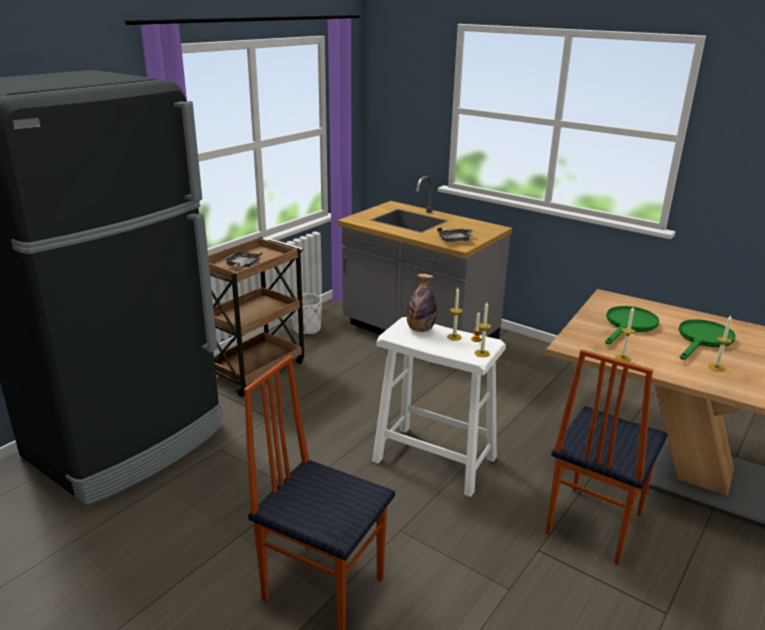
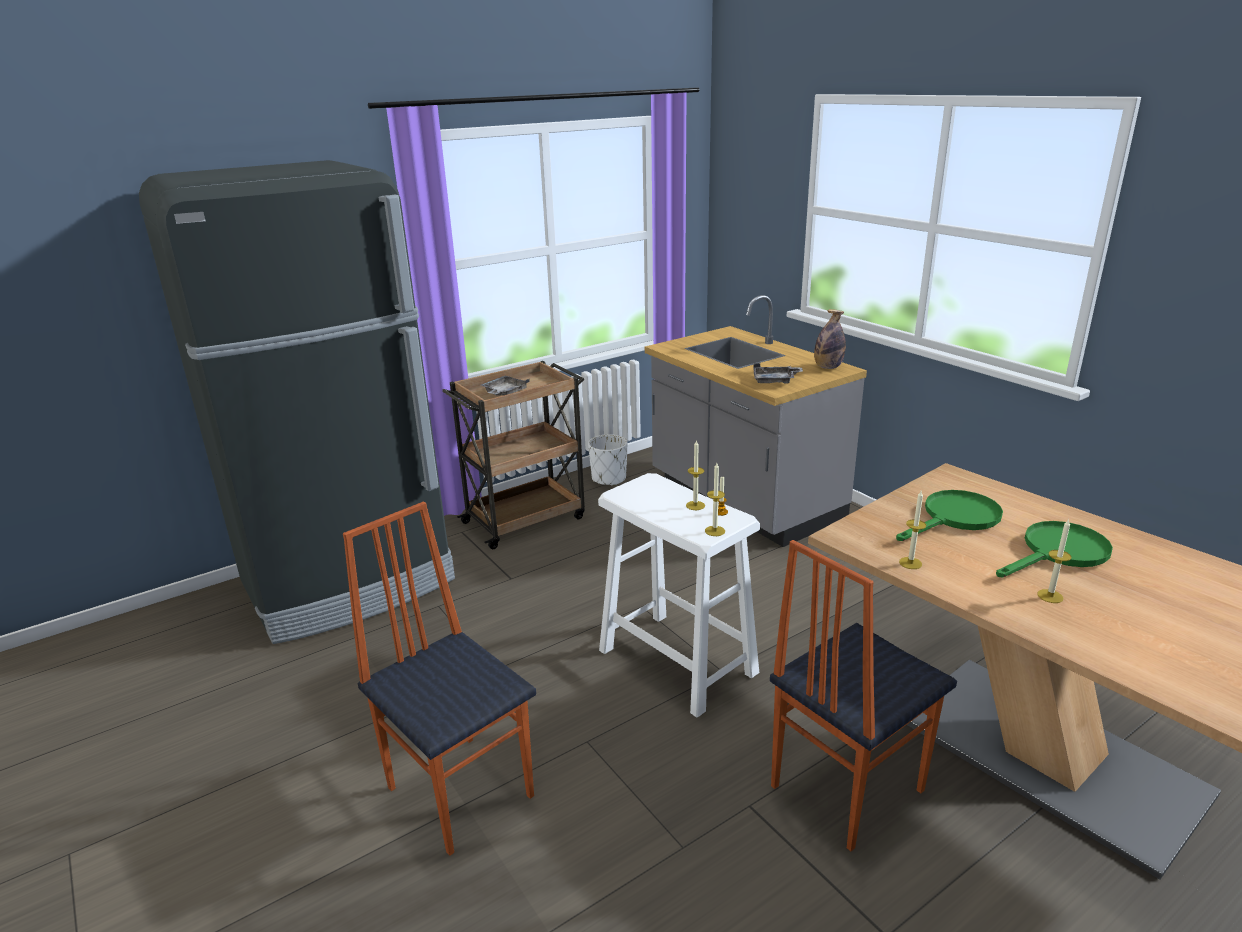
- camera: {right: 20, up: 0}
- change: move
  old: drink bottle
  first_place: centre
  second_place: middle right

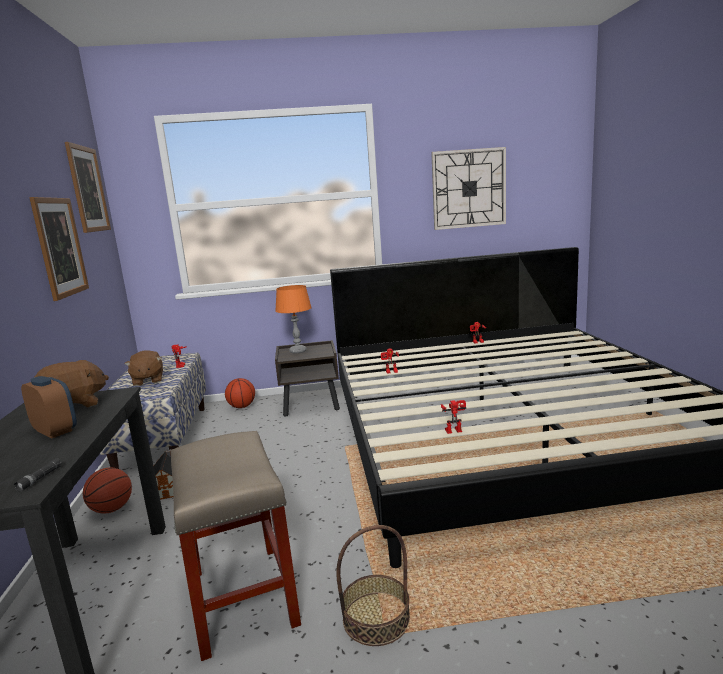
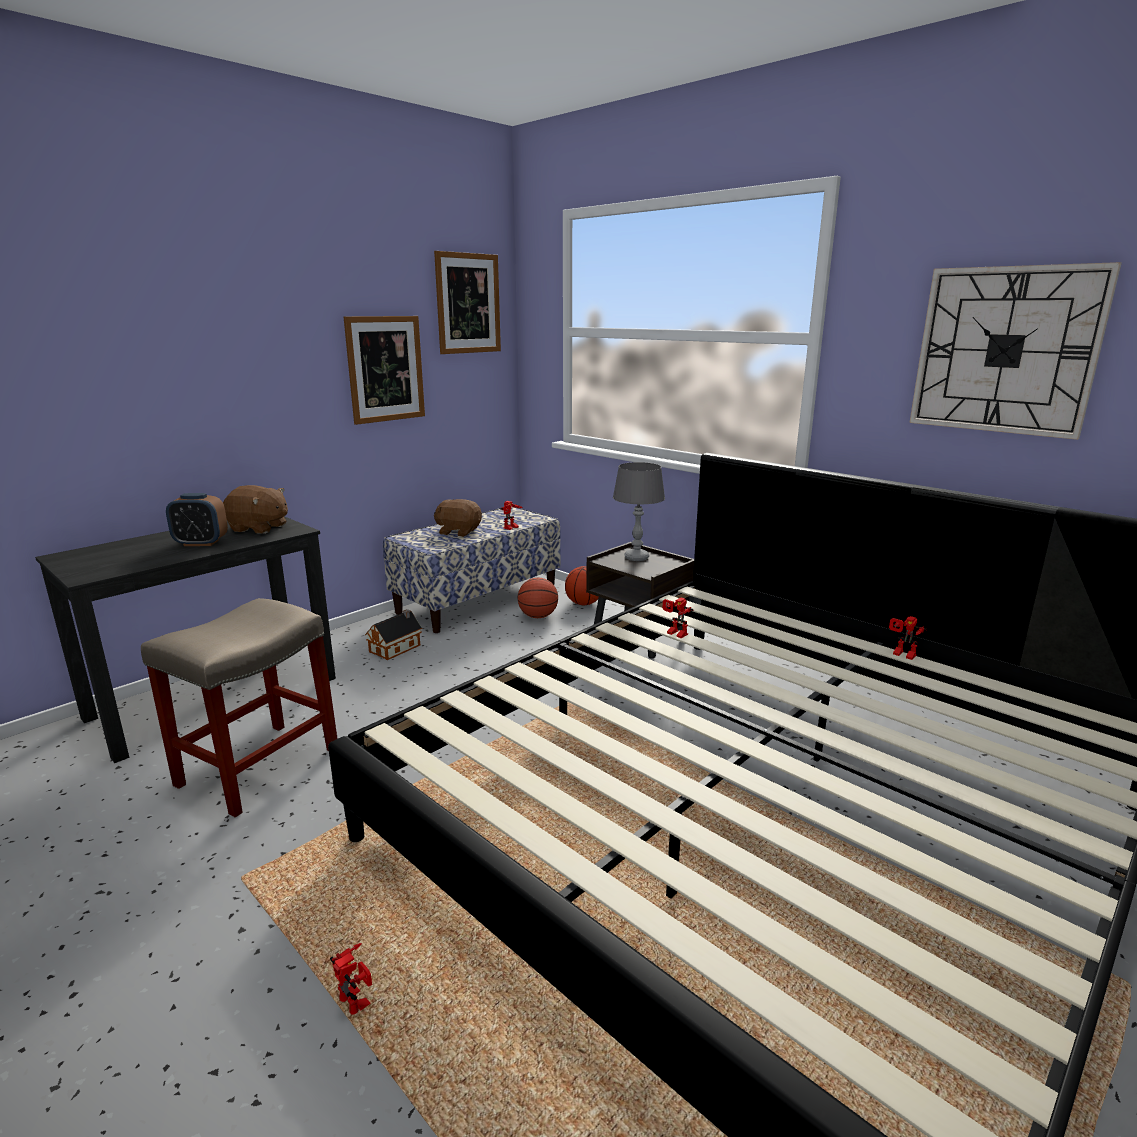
- camera: {right: 50, up: 5}
- change: recolor
  old: orange lamp for a table
  new: greyish lamp for a table
  first_place: centre
  second_place: centre
- change: rotate
  old: brownish plush toy (2nd from left)
  first_place: middle left
  second_place: centre
  degrees: 75
- change: rotate
  old: bedside clock
  first_place: middle left
  second_place: middle left
  degrees: 90
- change: move
  old: robot figure (3rd from left in the first image)
  new: robot figure (1st from left)
  first_place: centre
  second_place: bottom left
- change: delete
  old: black-coloured flashlight
  first_place: bottom left
- change: move
  old: basketball ball (1st from left)
  first_place: bottom left
  second_place: centre
- change: delete
  old: basket
  first_place: bottom centre

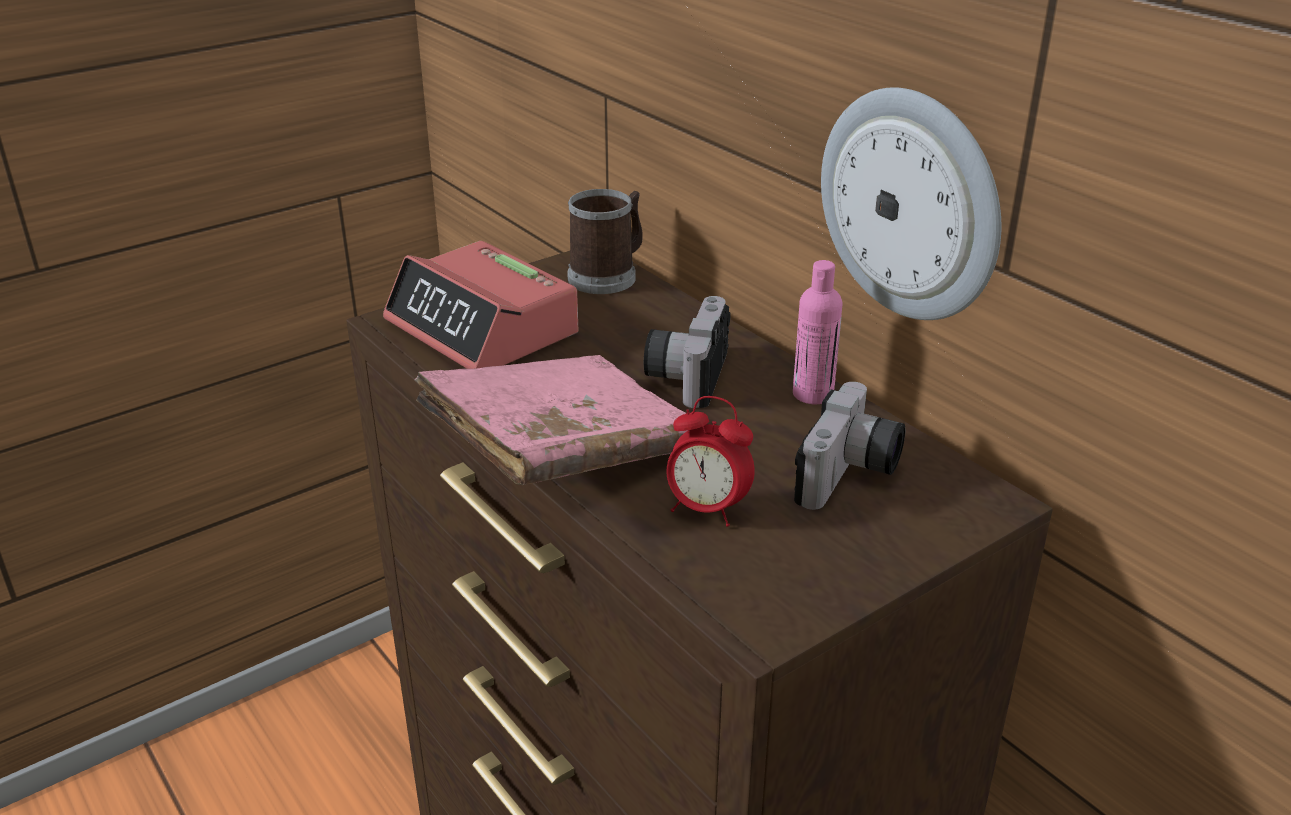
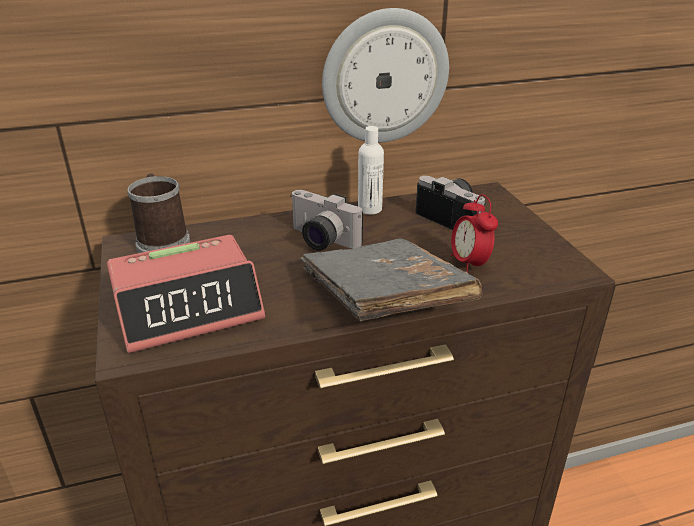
- camera: {right: -70, up: 0}
- change: recolor
  old: pink drink bottle
  new: whitish drink bottle
  first_place: centre
  second_place: top centre
- change: recolor
  old: pink bound book
  new: greyish bound book
  first_place: centre
  second_place: centre
- change: rotate
  old: bedside clock (2nd from left)
  first_place: centre
  second_place: middle right
  degrees: 120

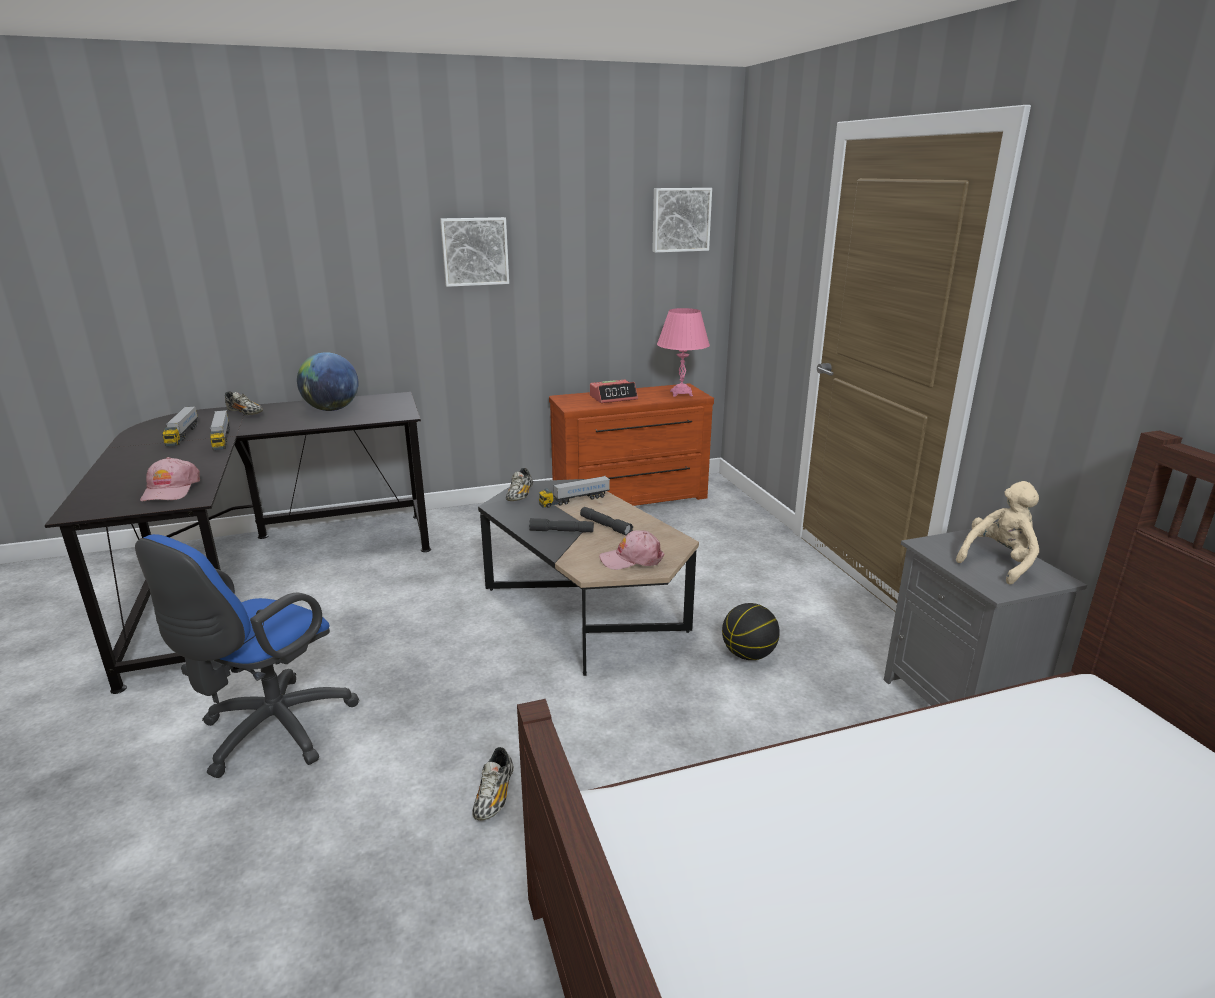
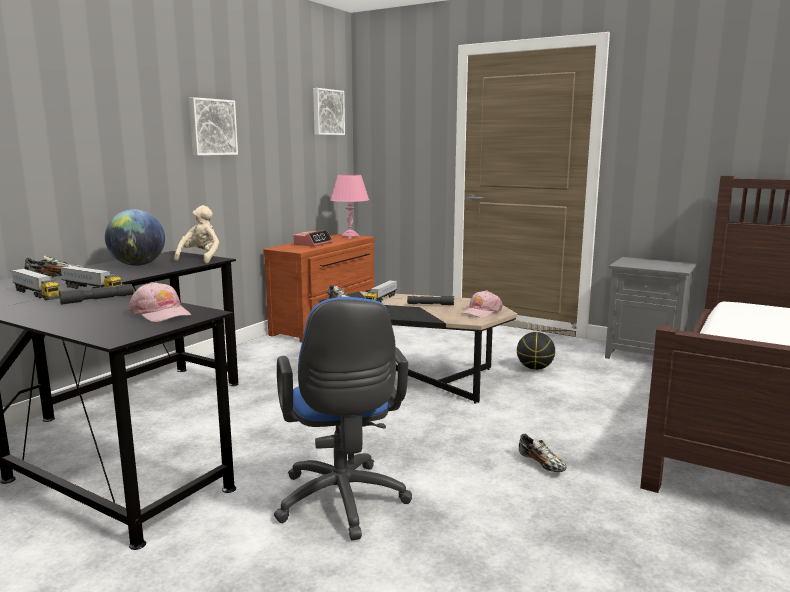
- camera: {right: -40, up: -10}
- change: move
  old: beige-coloured plush toy
  first_place: middle right
  second_place: middle left
- change: move
  old: greyish flashlight (1st from left)
  first_place: centre
  second_place: middle left

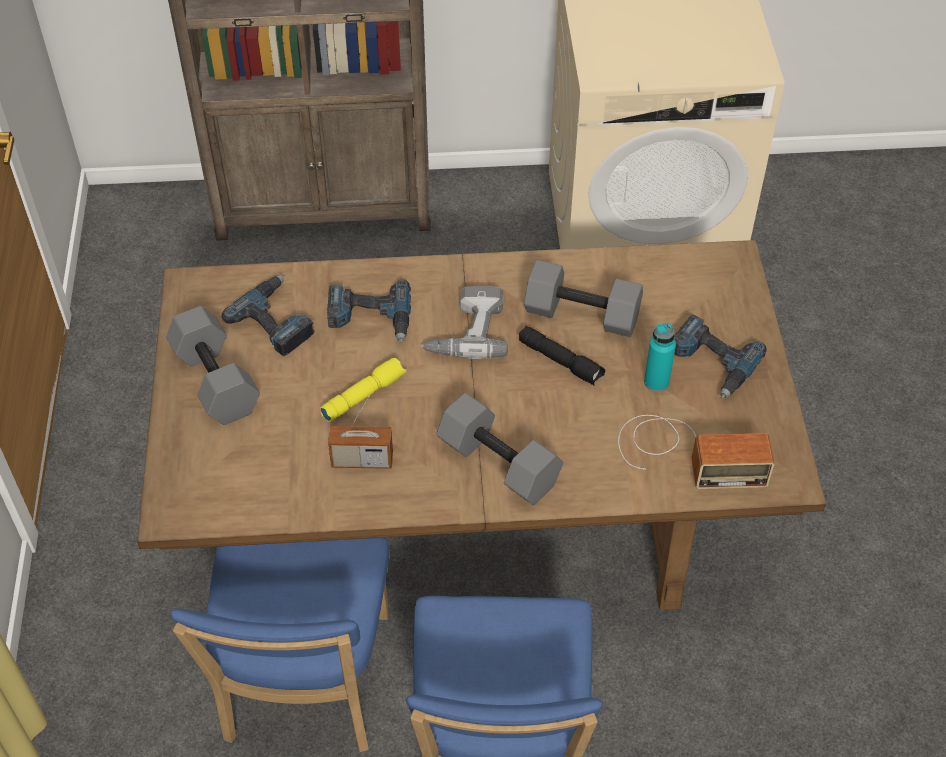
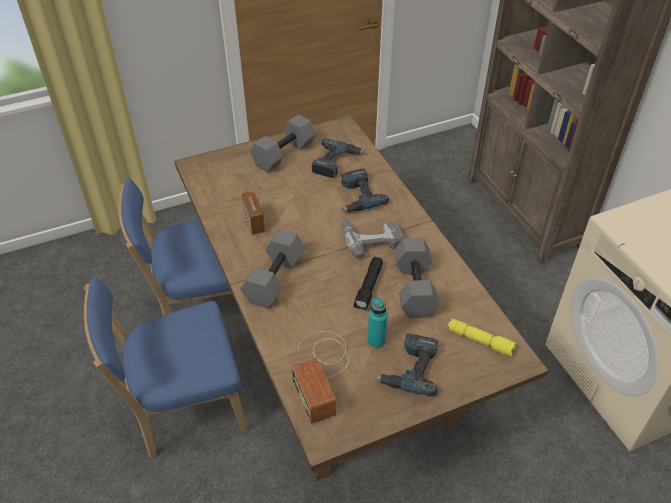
- camera: {right: 70, up: -5}
- change: move
  old: yellowish flashlight
  first_place: centre
  second_place: bottom right

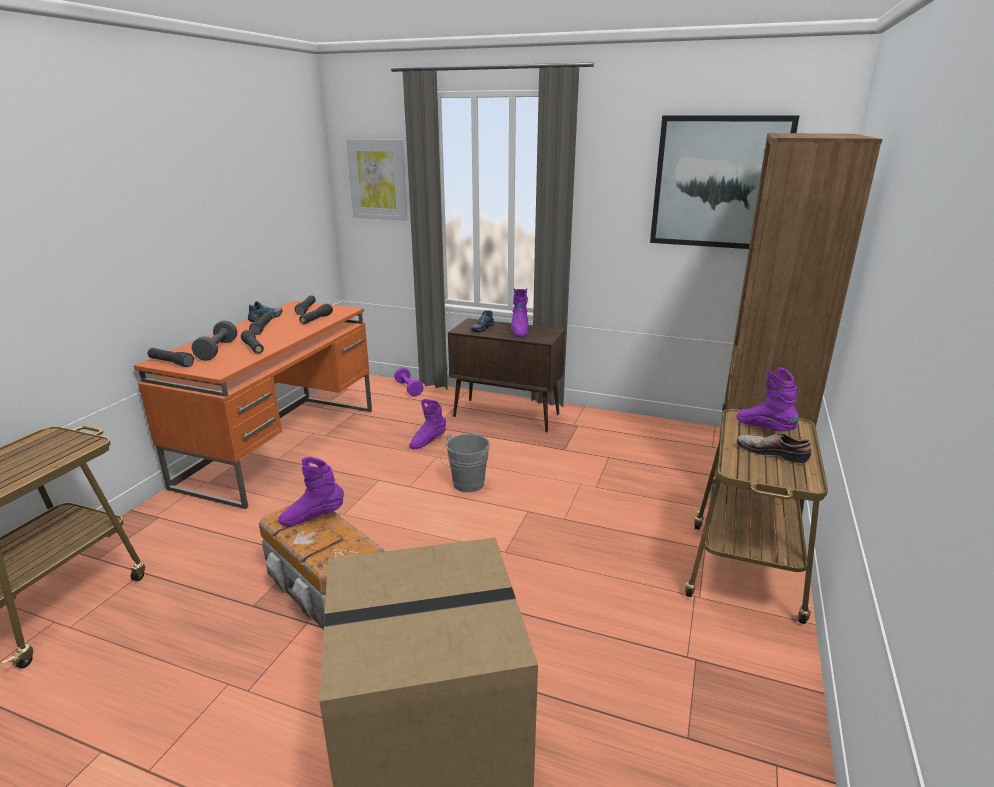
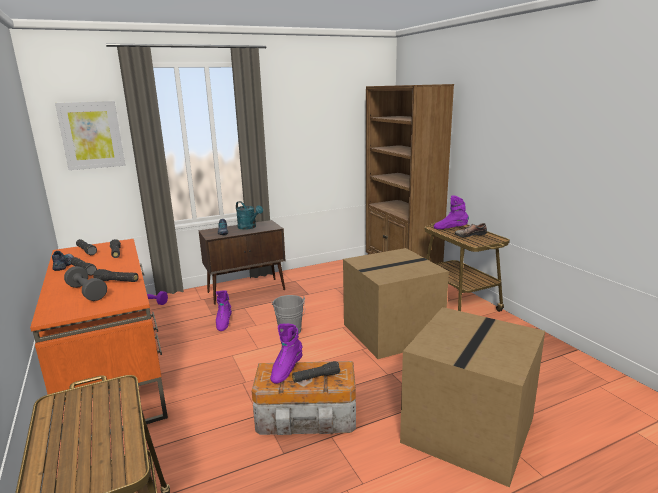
- camera: {right: -45, up: -5}
- change: delete
  old: wall art (2nd from left)
  first_place: top right
- change: replace
  old: purplish tall boot (3rd from left)
  new: blue-green watering pot
  first_place: centre
  second_place: centre
- change: move
  old: black-coloured flashlight (1st from left in the first image)
  new: black-coloured flashlight (5th from left)
  first_place: middle left
  second_place: bottom centre
- change: insert
  new: carton (1st from left)
  second_place: centre

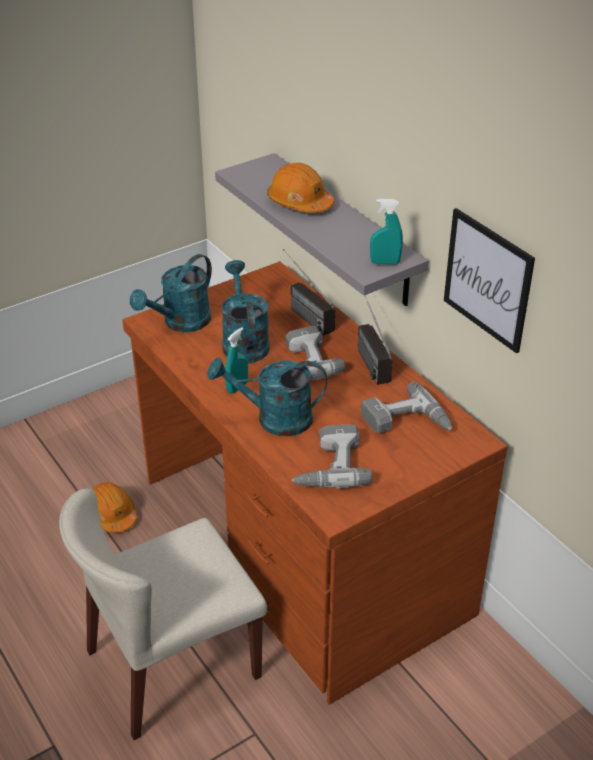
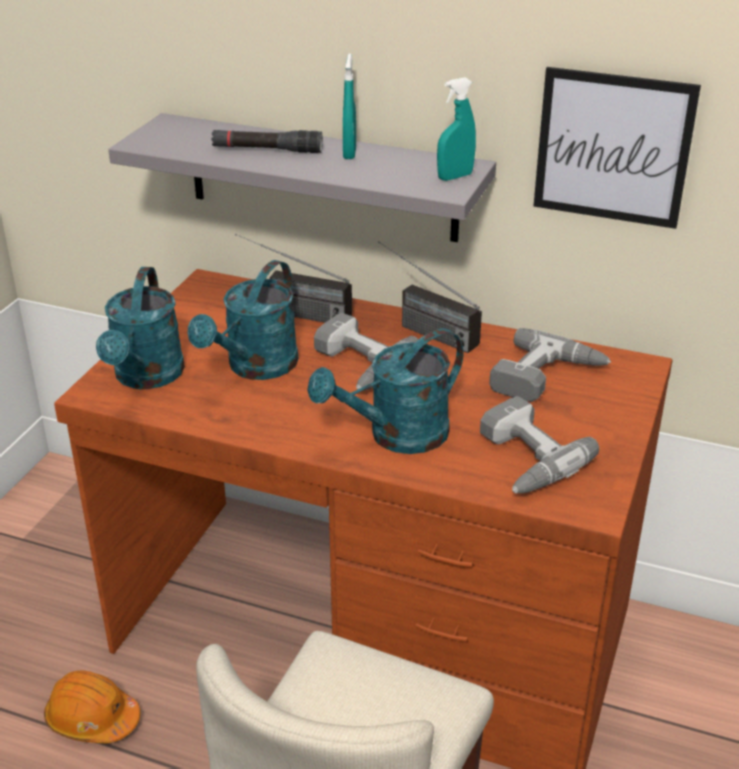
- camera: {right: -35, up: -5}
- change: replace
  old: orange safety helmet (2nd from left)
  new: black-coloured flashlight
  first_place: top centre
  second_place: top centre
- change: rotate
  old: blue-green watering pot (2nd from left)
  first_place: centre
  second_place: middle left
  degrees: -105
- change: move
  old: blue-green sprayer (1st from left)
  first_place: centre
  second_place: top centre

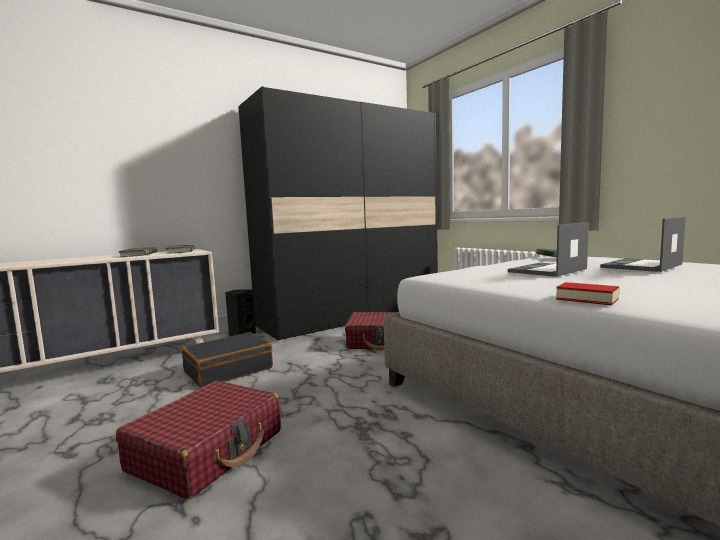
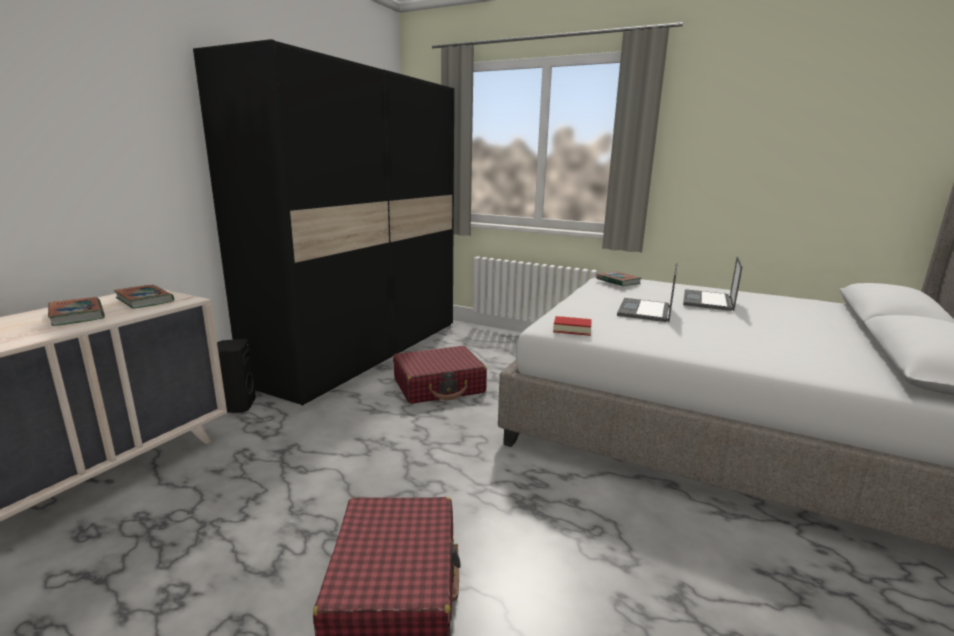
- camera: {right: -30, up: 10}
- change: move
  old: bound book (4th from left in the first image)
  new: bound book (3rd from left)
  first_place: middle right
  second_place: centre
- change: delete
  old: black-coloured travel case
  first_place: bottom left

